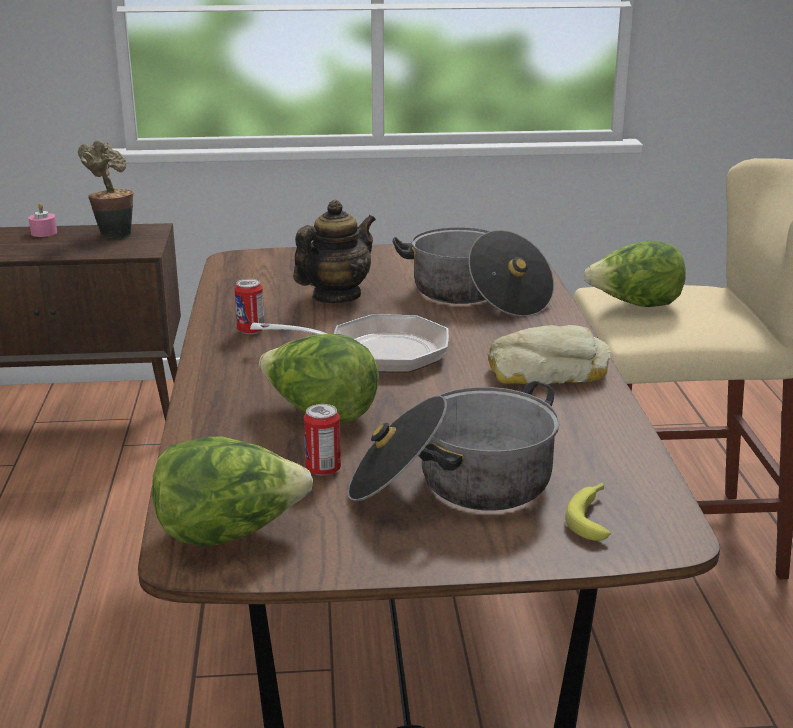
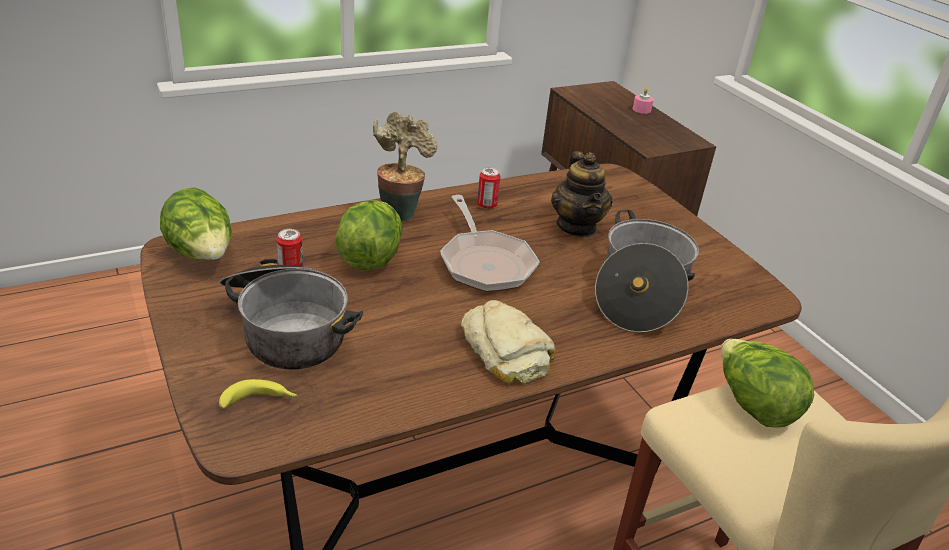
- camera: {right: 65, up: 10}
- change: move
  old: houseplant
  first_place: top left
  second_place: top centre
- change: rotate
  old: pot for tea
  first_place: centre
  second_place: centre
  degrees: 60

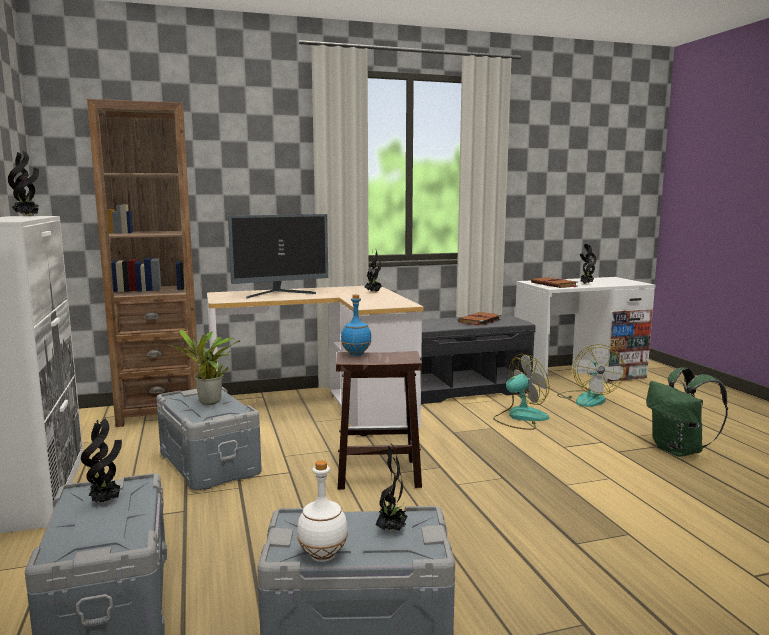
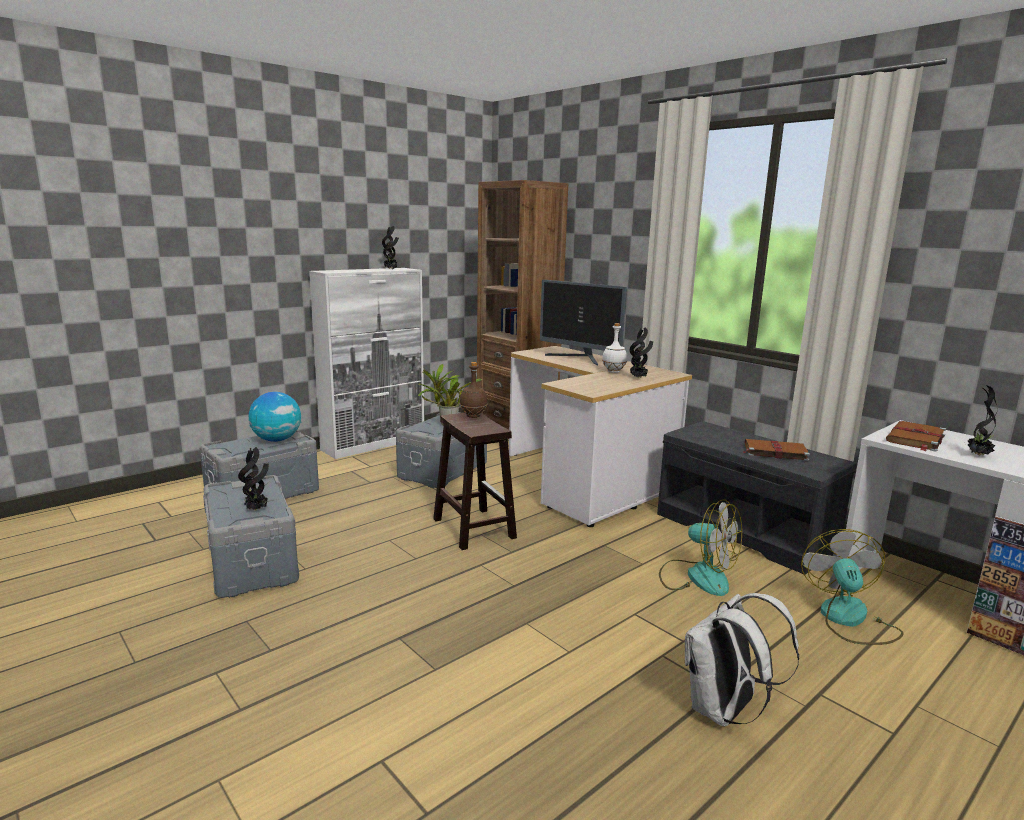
- camera: {right: 65, up: 5}
- change: recolor
  old: blue-coloured drink bottle
  new: brownish drink bottle
  first_place: centre
  second_place: centre
- change: rotate
  old: fan (2nd from left)
  first_place: middle right
  second_place: bottom right
  degrees: 120
- change: recolor
  old: green-coloured knapsack
  new: whitish knapsack
  first_place: middle right
  second_place: bottom right
- change: replace
  old: houseplant (2nd from left)
  new: globe
  first_place: bottom left
  second_place: middle left
- change: move
  old: whitish drink bottle
  first_place: bottom centre
  second_place: centre

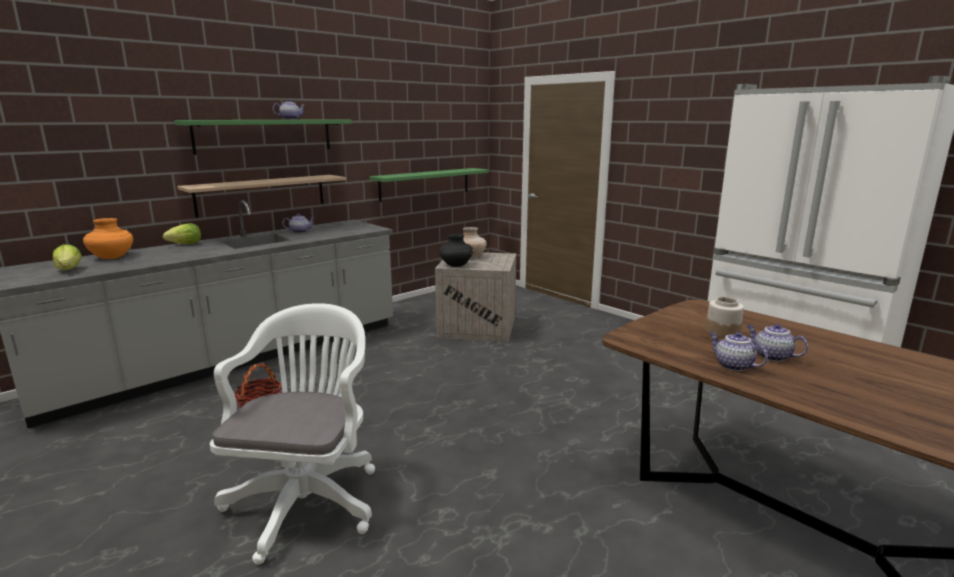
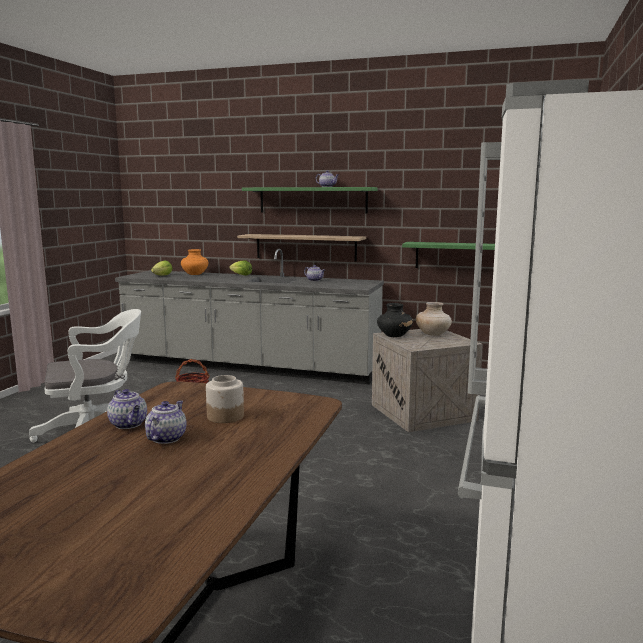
- camera: {right: 60, up: -5}
- change: rotate
  old: pot for tea (3rd from left in the first image)
  first_place: middle right
  second_place: middle left
  degrees: 120

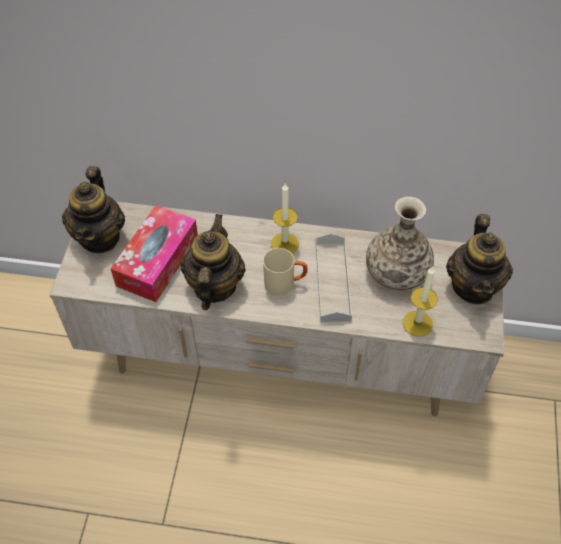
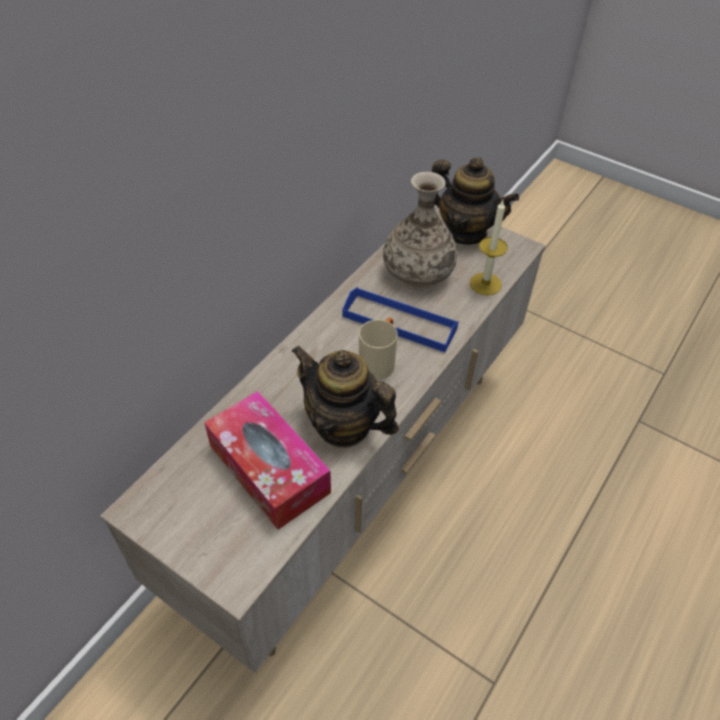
- camera: {right: -65, up: -5}
- change: delete
  old: pot for tea (1st from left)
  first_place: middle left
- change: delete
  old: candle (1st from left)
  first_place: centre
- change: recolor
  old: greyish carrying tray
  new: blue-coloured carrying tray
  first_place: centre
  second_place: centre

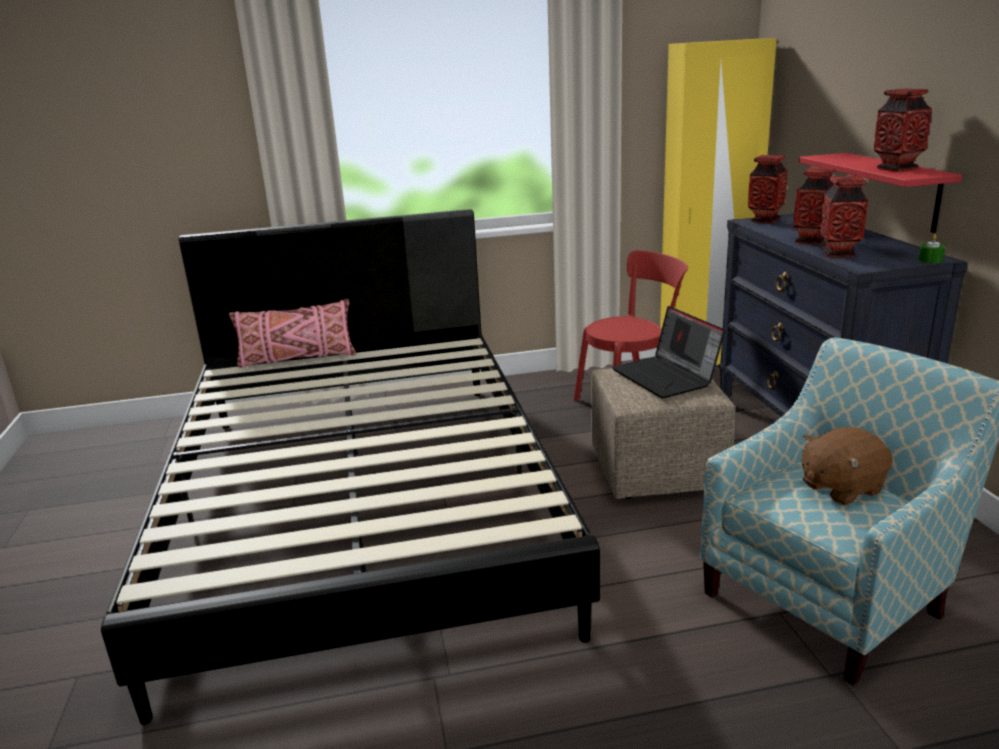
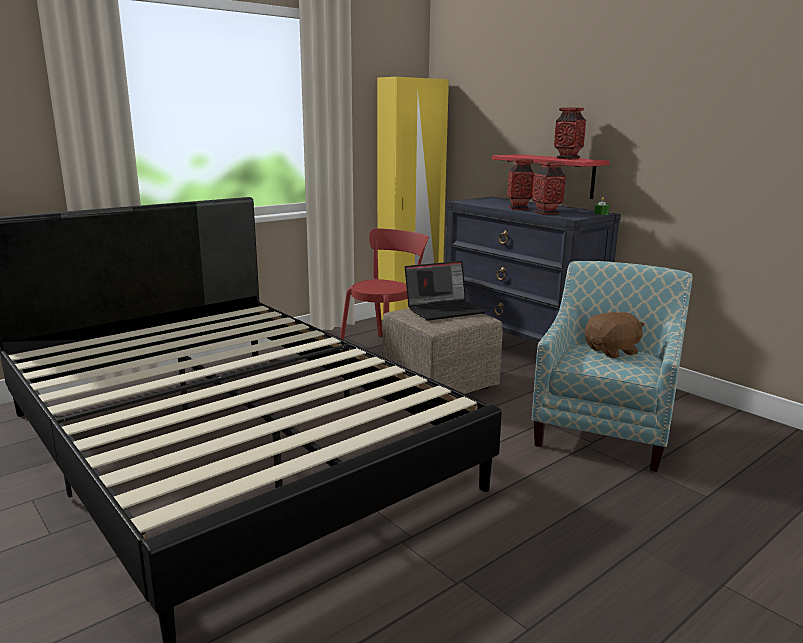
- camera: {right: -30, up: -5}
- change: delete
  old: vase (1st from left)
  first_place: top right
- change: delete
  old: pink pillow
  first_place: middle left
- change: rotate
  old: notebook computer
  first_place: middle right
  second_place: centre
  degrees: -60
- change: rotate
  old: brownish plush toy
  first_place: middle right
  second_place: middle right
  degrees: -150

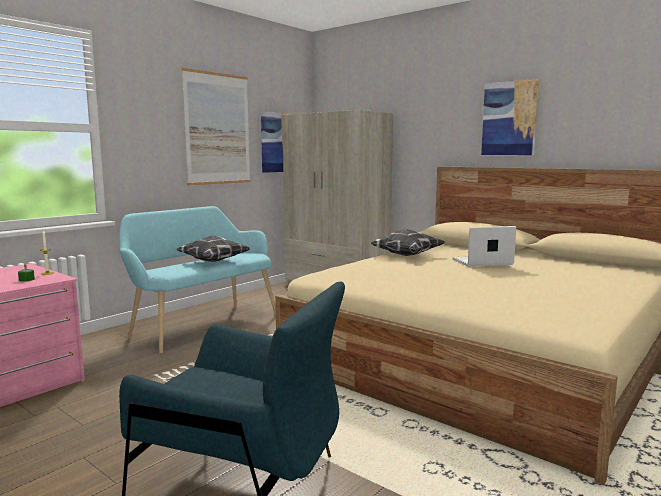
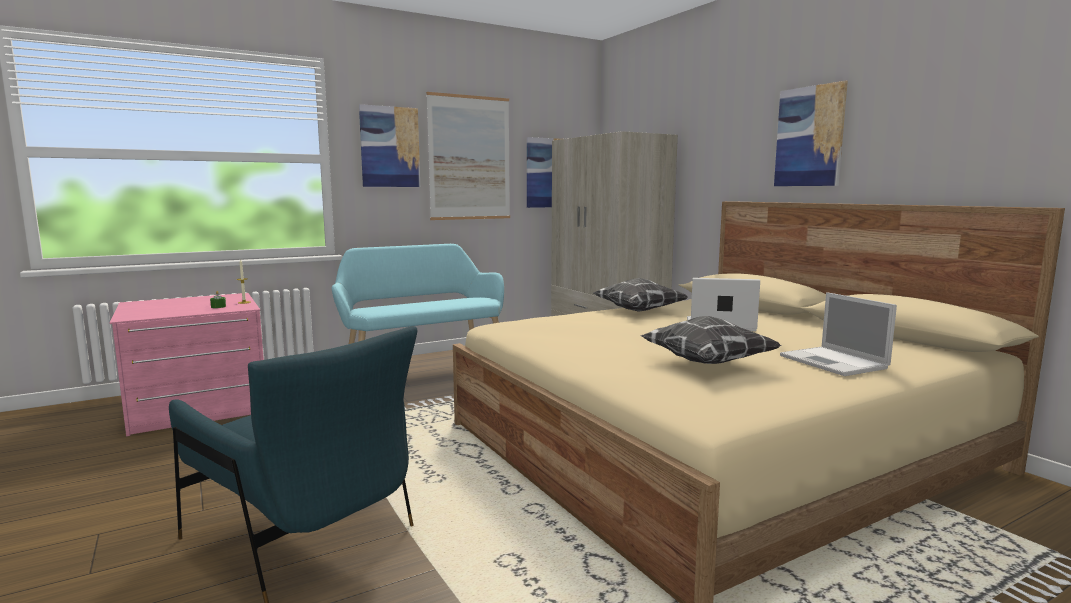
- camera: {right: 20, up: 0}
- change: move
  old: pillow (1st from left in the first image)
  new: pillow (2nd from left)
  first_place: middle left
  second_place: centre
- change: insert
  new: wall art (1st from left)
  second_place: top centre
- change: insert
  new: notebook computer (2nd from left)
  second_place: middle right

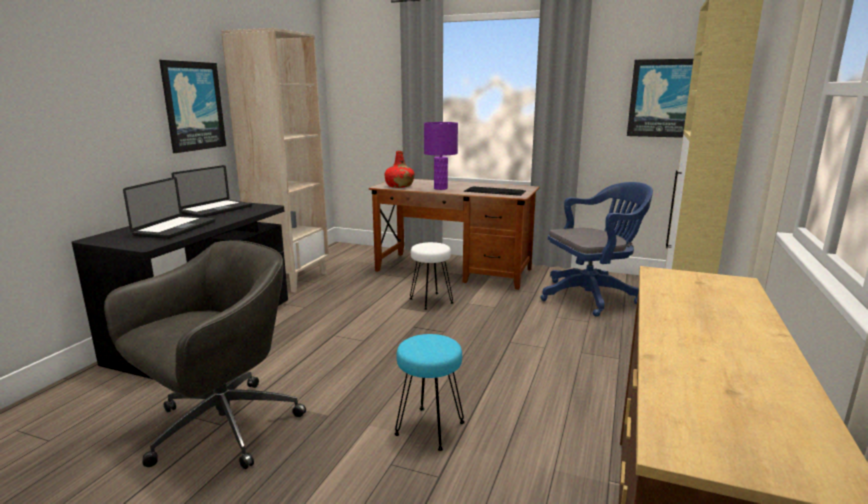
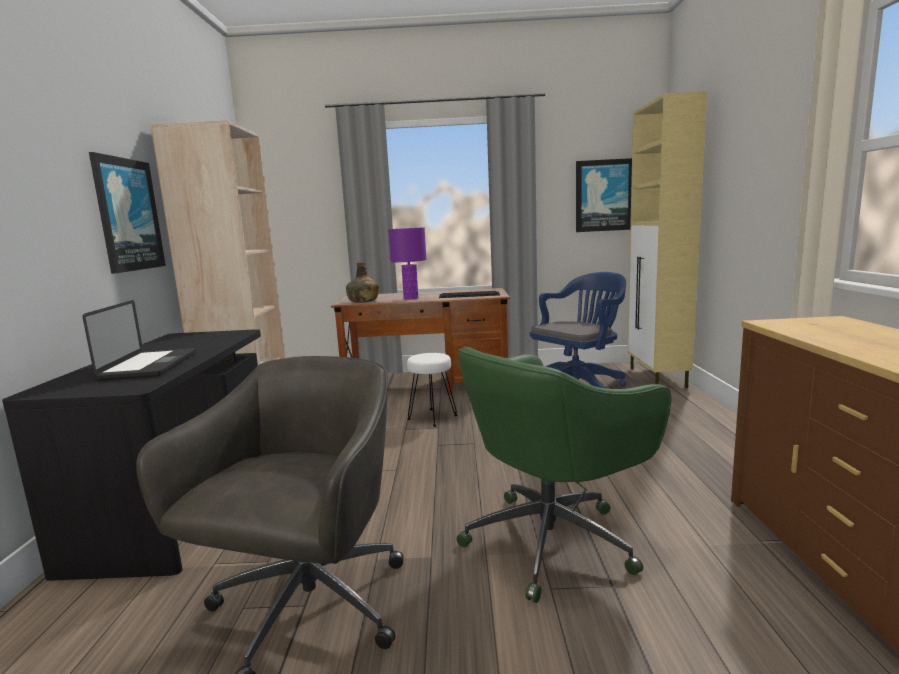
- camera: {right: -20, up: -5}
- change: recolor
  old: red-coloured drink bottle
  new: green-coloured drink bottle
  first_place: centre
  second_place: centre
- change: delete
  old: notebook computer (2nd from left)
  first_place: middle left
- change: replace
  old: blue-green stool seat
  new: green-coloured office chair
  first_place: bottom centre
  second_place: bottom centre

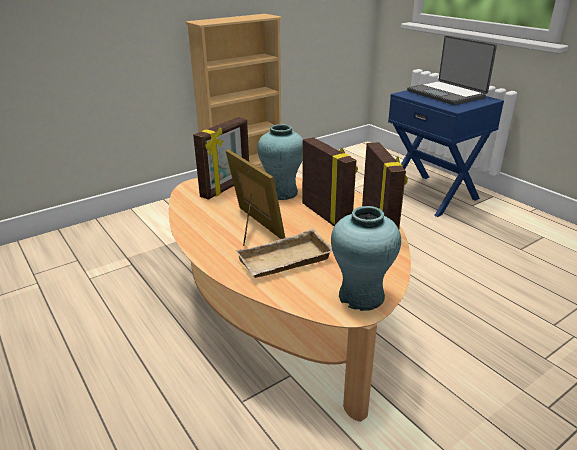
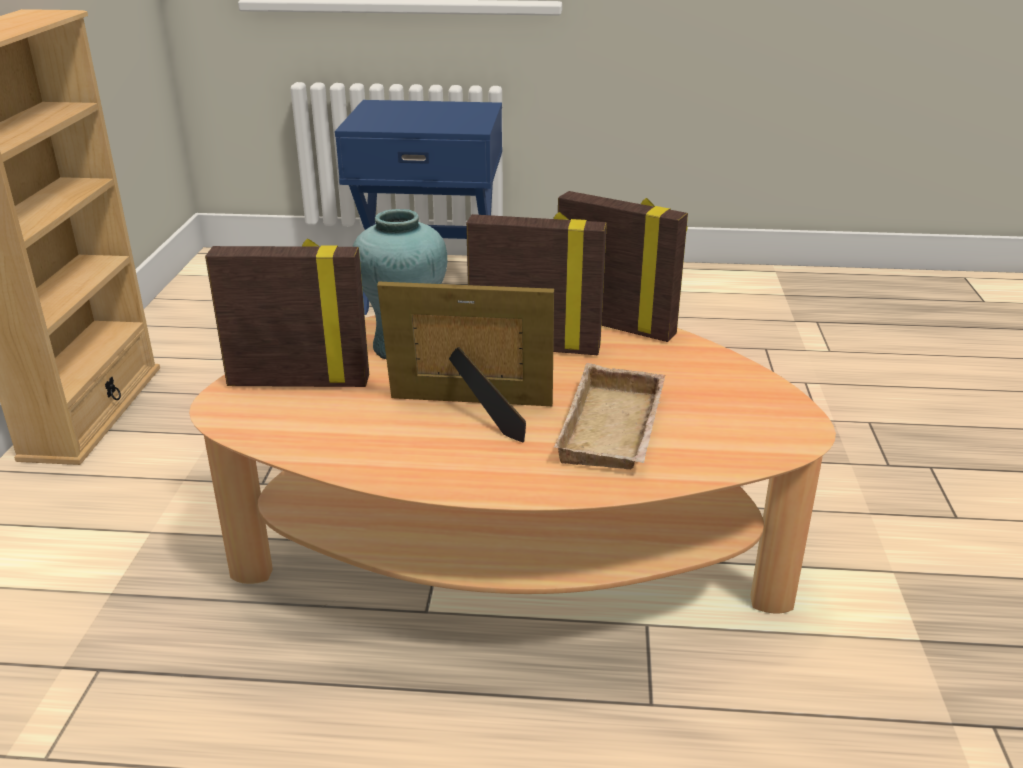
- camera: {right: -50, up: 0}
- change: delete
  old: notebook computer
  first_place: top right
- change: rotate
  old: standing frame (1st from left)
  first_place: centre
  second_place: middle left
  degrees: -75
- change: delete
  old: blue-green vase (2nd from left)
  first_place: centre

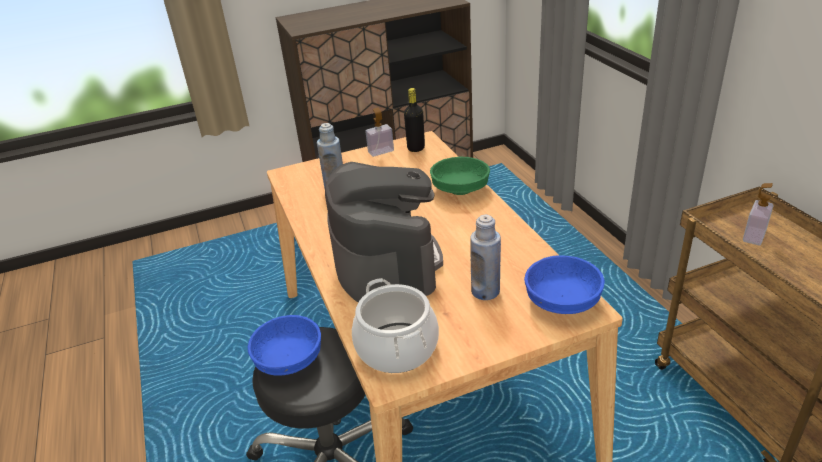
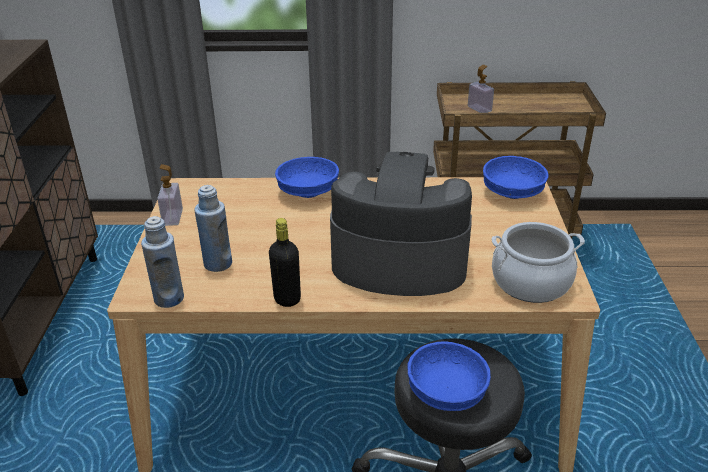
- camera: {right: -70, up: 0}
- change: move
  old: black-coloured drink bottle
  first_place: top centre
  second_place: centre
- change: recolor
  old: green-coloured deep dish
  new: blue-coloured deep dish (1st from left)
  first_place: centre
  second_place: centre
- change: move
  old: blue-coloured drink bottle (2nd from left in the first image)
  new: blue-coloured drink bottle (1st from left)
  first_place: centre
  second_place: middle left

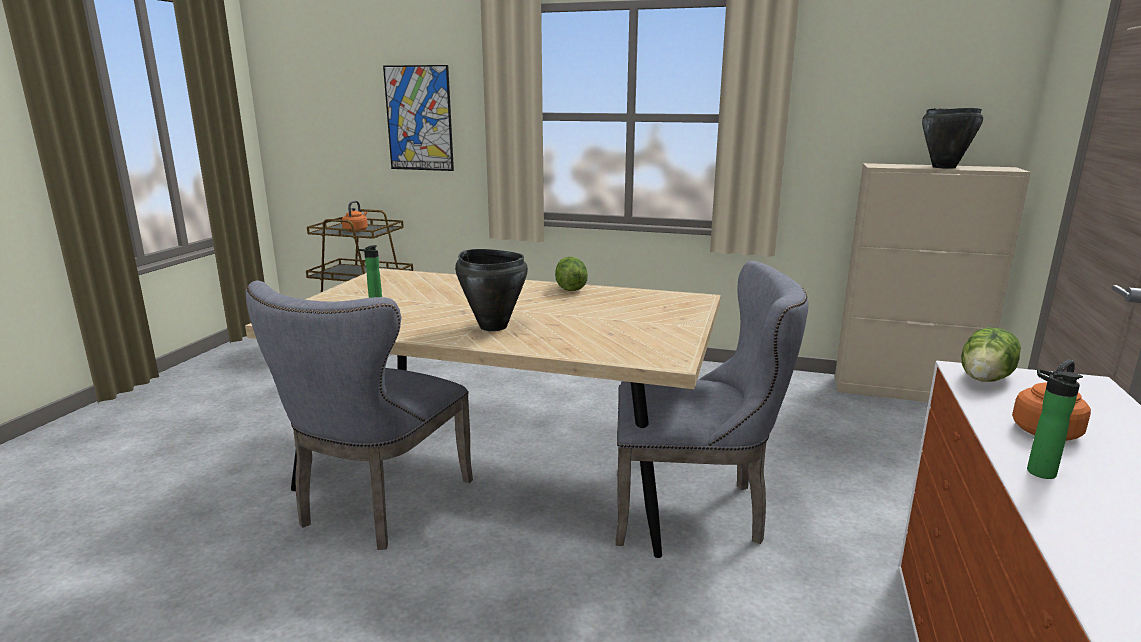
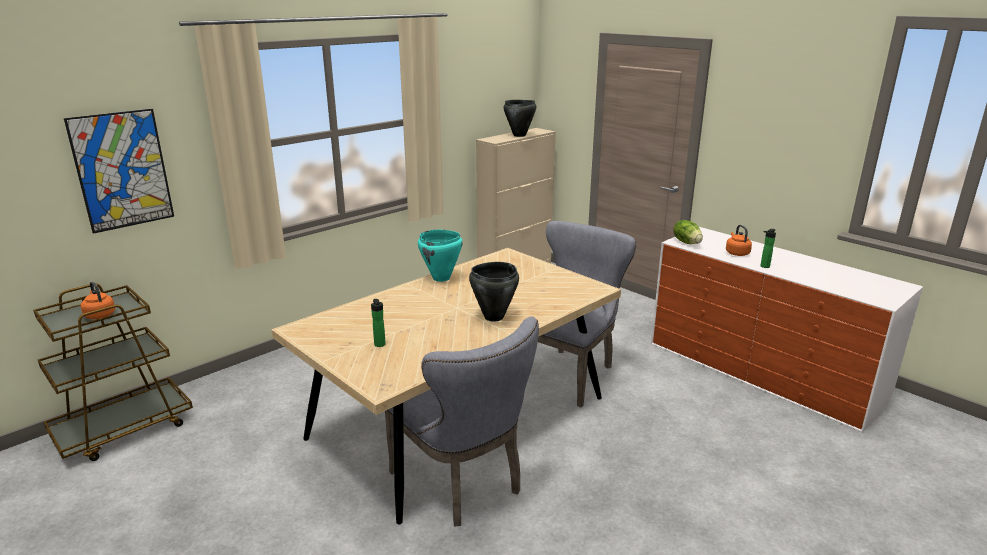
- camera: {right: -60, up: 5}
- change: replace
  old: head of lettuce (1st from left)
  new: blue-green stockpot
  first_place: centre
  second_place: centre

